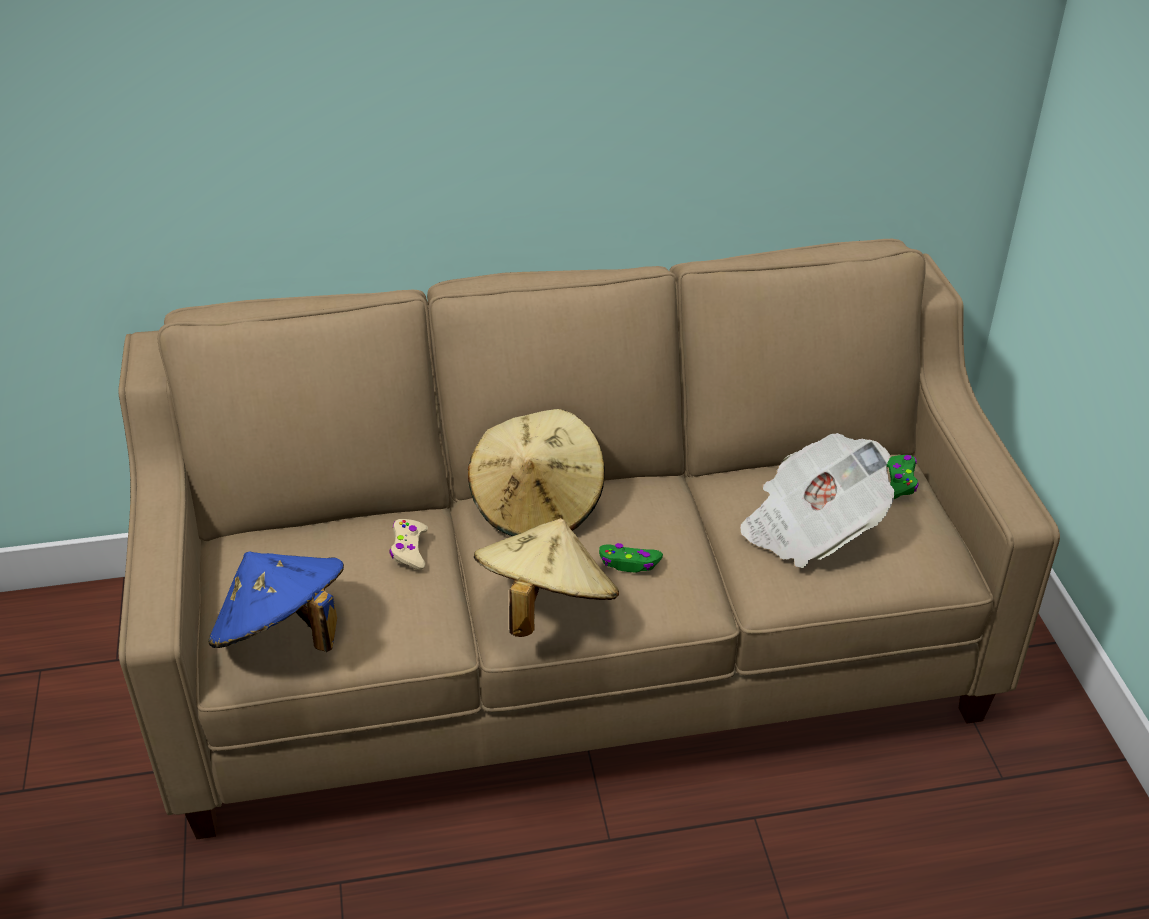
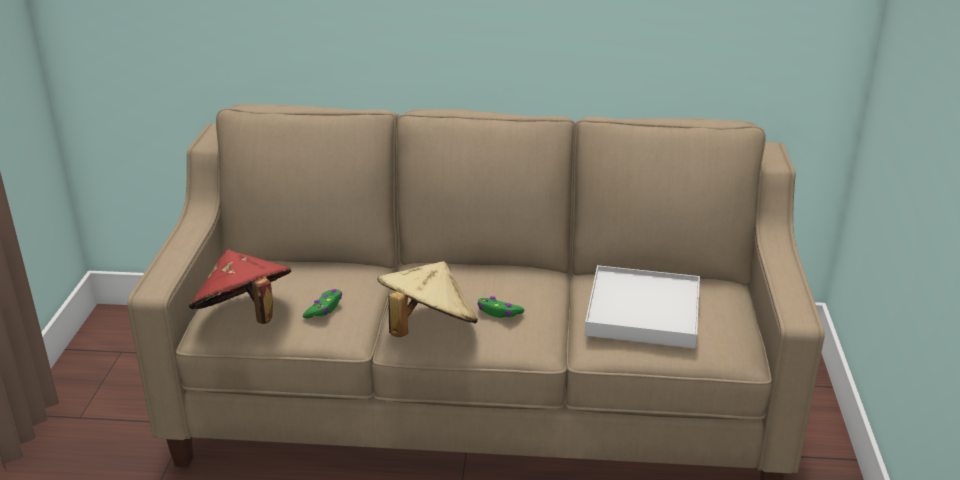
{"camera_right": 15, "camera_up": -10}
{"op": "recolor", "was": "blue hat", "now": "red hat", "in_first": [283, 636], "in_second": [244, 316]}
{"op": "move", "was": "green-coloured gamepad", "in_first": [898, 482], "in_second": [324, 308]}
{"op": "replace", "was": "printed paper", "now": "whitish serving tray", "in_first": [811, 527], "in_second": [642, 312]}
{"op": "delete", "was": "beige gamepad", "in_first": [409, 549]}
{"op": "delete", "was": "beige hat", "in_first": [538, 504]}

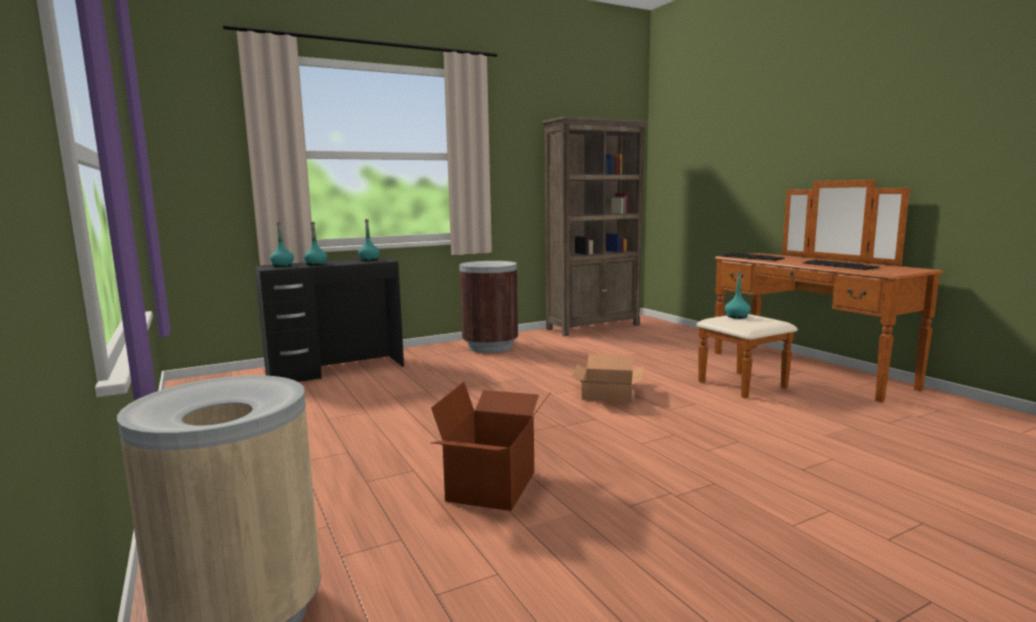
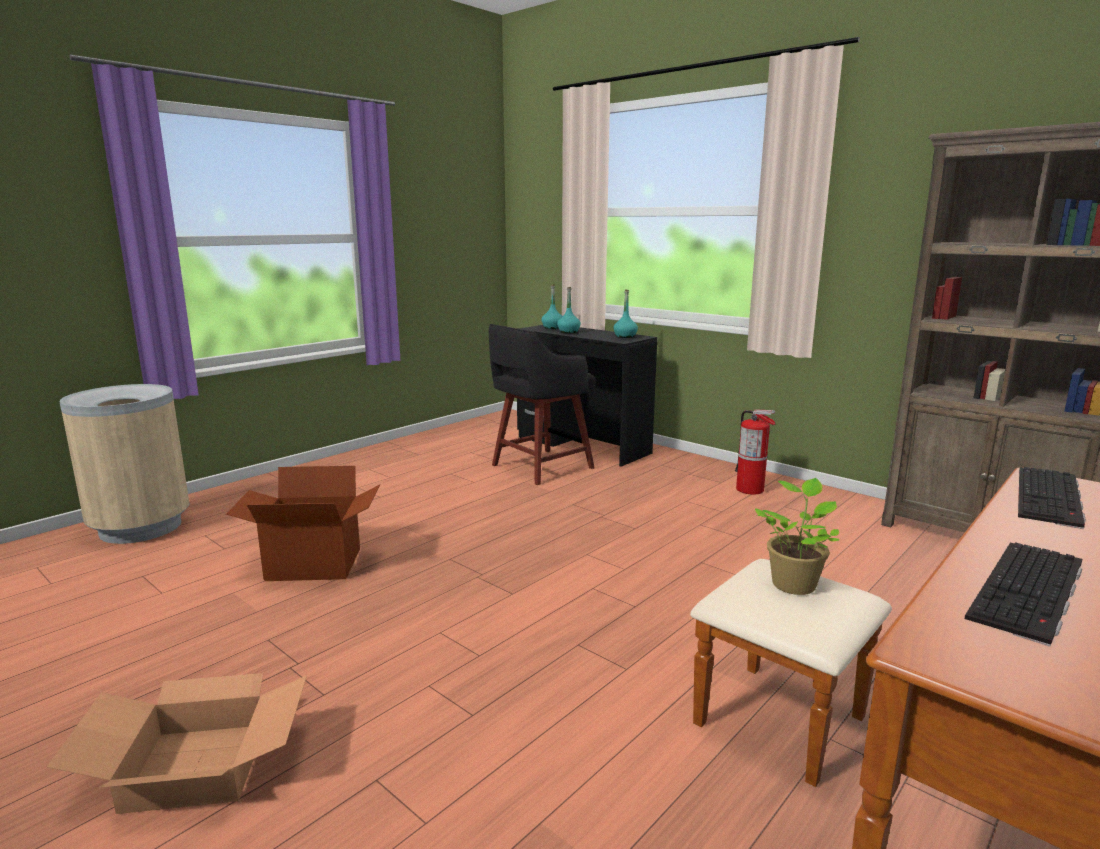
{"camera_right": 70, "camera_up": 5}
{"op": "move", "was": "packing box", "in_first": [608, 393], "in_second": [194, 768]}
{"op": "insert", "now": "black sitting stool", "in_second": [539, 467]}
{"op": "replace", "was": "brown waste bin", "now": "fire extinguisher", "in_first": [490, 347], "in_second": [750, 489]}
{"op": "replace", "was": "blue-green beverage bottle", "now": "potted plant", "in_first": [737, 317], "in_second": [794, 583]}

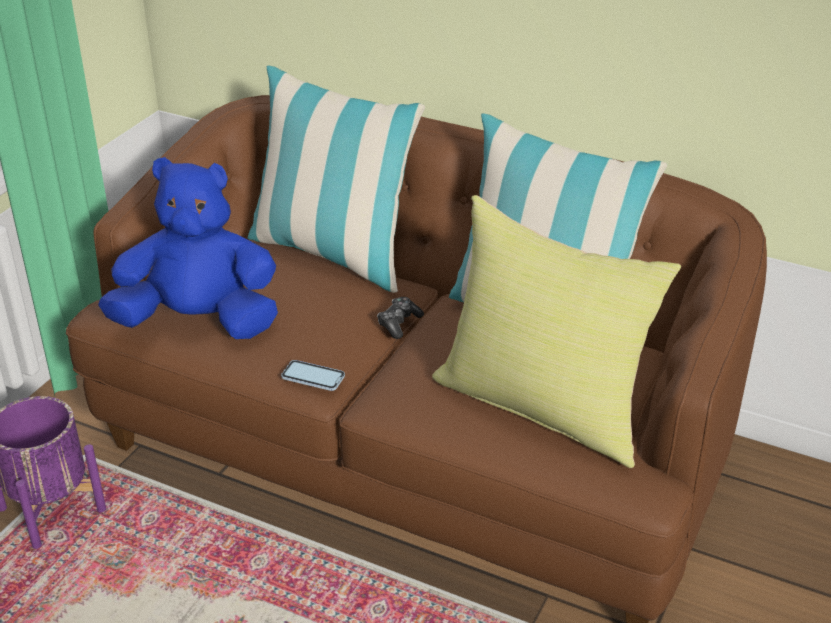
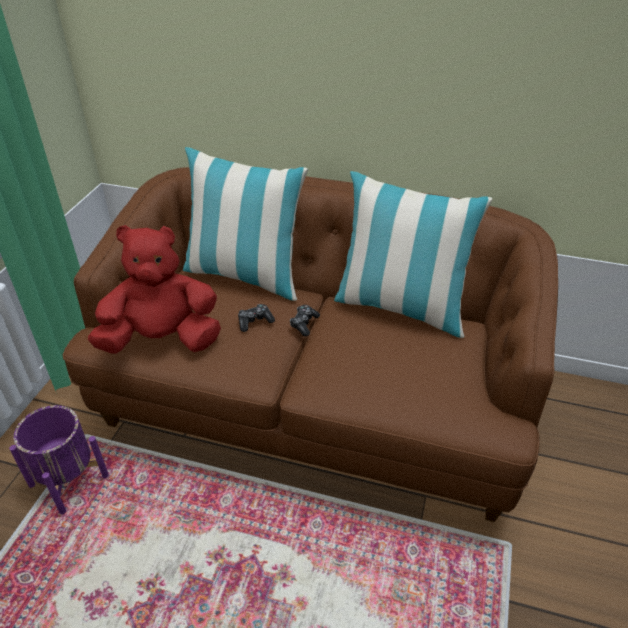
{"camera_right": -10, "camera_up": 5}
{"op": "recolor", "was": "blue soft toy", "now": "red soft toy", "in_first": [199, 322], "in_second": [163, 340]}
{"op": "insert", "now": "gamepad", "in_second": [254, 321]}
{"op": "delete", "was": "telephone", "in_first": [313, 377]}
{"op": "delete", "was": "yellowish pillow", "in_first": [543, 405]}

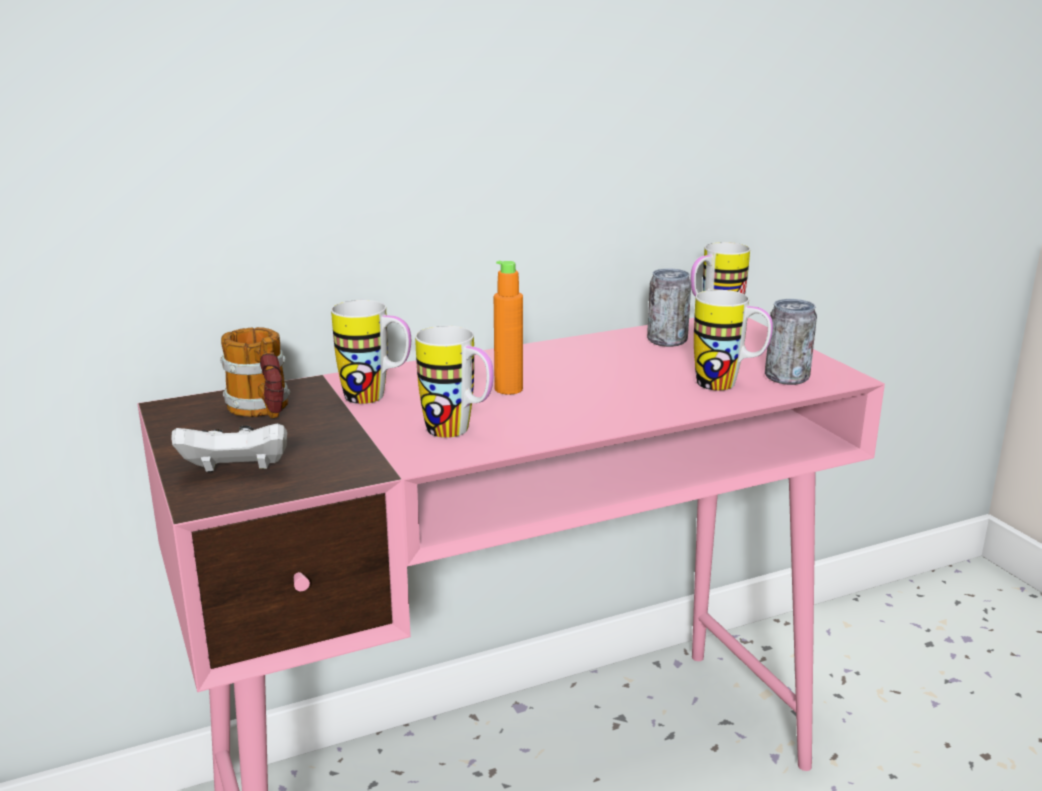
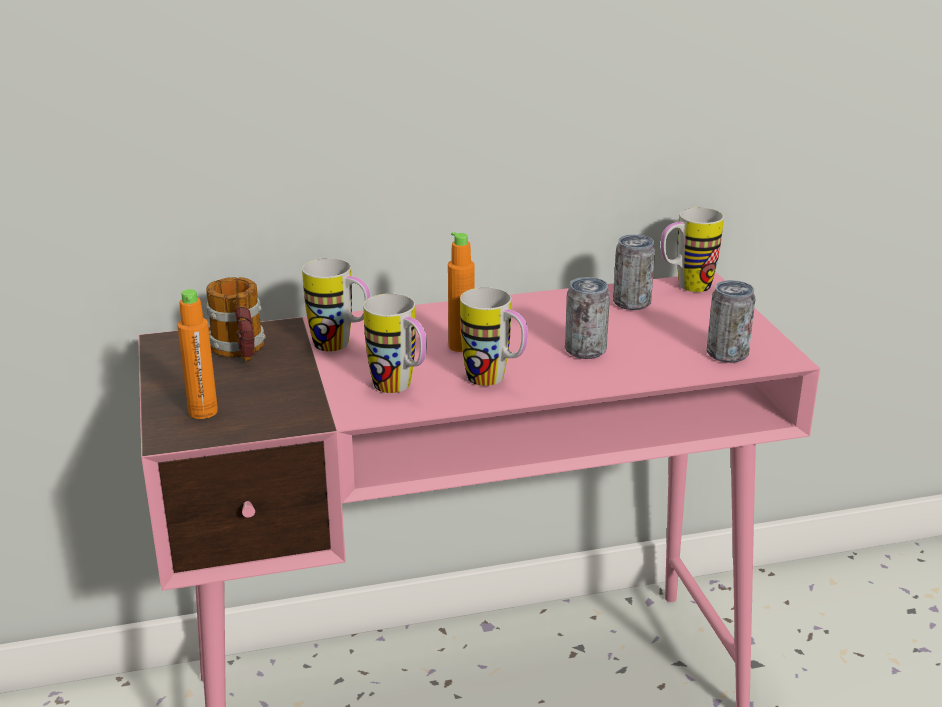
{"camera_right": 10, "camera_up": 5}
{"op": "replace", "was": "whitish gamepad", "now": "orange-coloured beverage bottle", "in_first": [236, 472], "in_second": [203, 412]}
{"op": "move", "was": "coffee mug", "in_first": [728, 386], "in_second": [495, 381]}
{"op": "insert", "now": "sealed can", "in_second": [585, 350]}

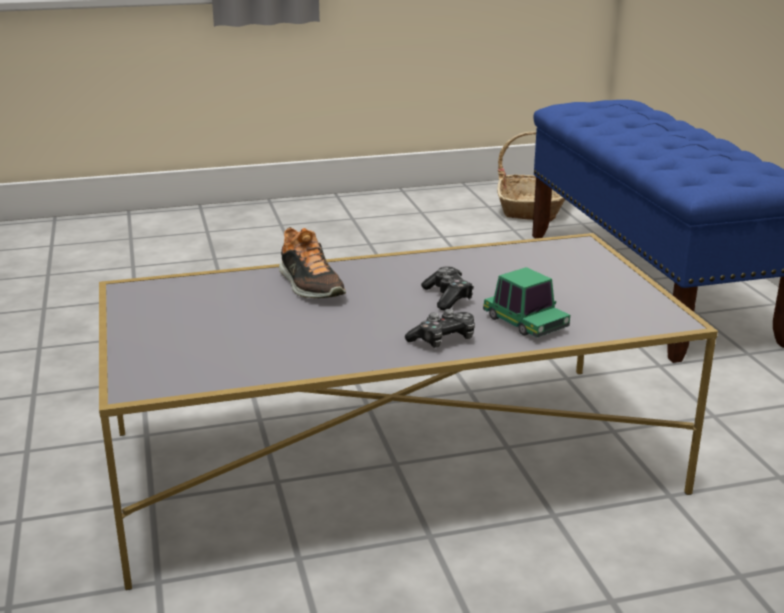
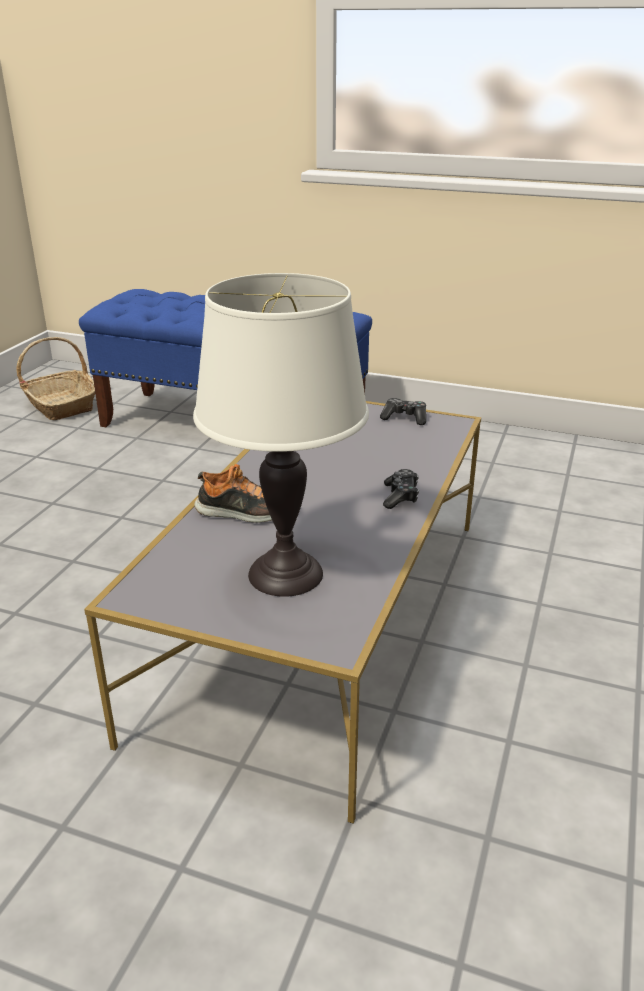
{"camera_right": -55, "camera_up": 5}
{"op": "insert", "now": "whitish lamp for a table", "in_second": [285, 574]}
{"op": "move", "was": "gamepad", "in_first": [448, 297], "in_second": [404, 418]}
{"op": "delete", "was": "toy car", "in_first": [524, 323]}

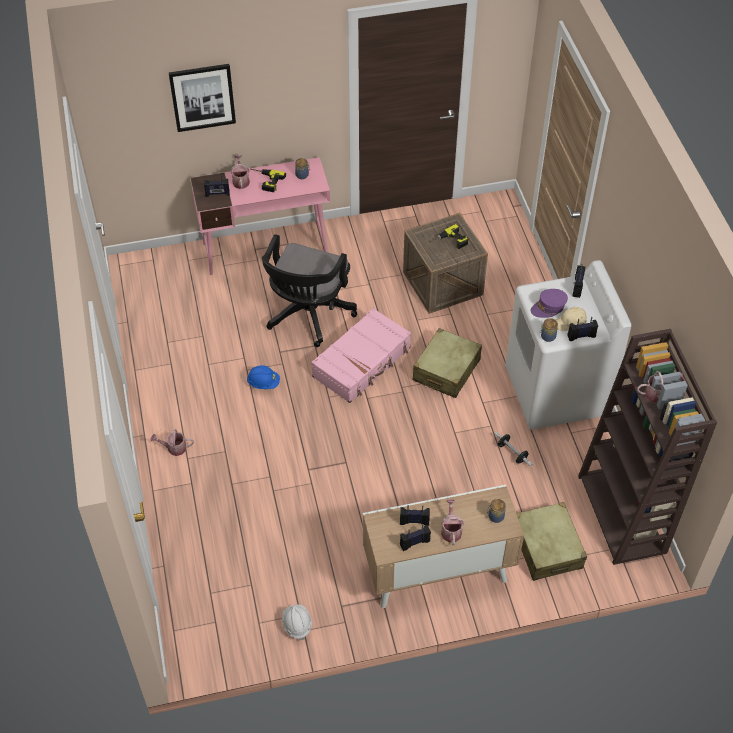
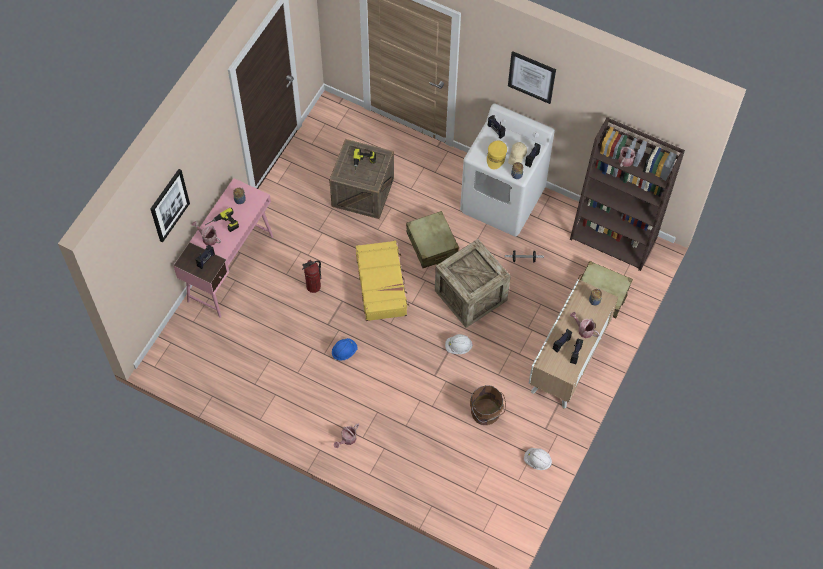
{"camera_right": -50, "camera_up": 10}
{"op": "replace", "was": "black computer chair", "now": "fire extinguisher", "in_first": [307, 315], "in_second": [313, 287]}
{"op": "recolor", "was": "pink-coloured suitcase", "now": "yellowish suitcase", "in_first": [362, 362], "in_second": [382, 285]}
{"op": "insert", "now": "shipping crate", "in_second": [470, 295]}
{"op": "insert", "now": "whitish safety helmet", "in_second": [458, 347]}
{"op": "insert", "now": "brown water bucket", "in_second": [485, 413]}
{"op": "recolor", "was": "purple baseball cap", "now": "yellowish baseball cap", "in_first": [548, 307], "in_second": [496, 157]}
{"op": "insert", "now": "picture", "in_second": [531, 77]}

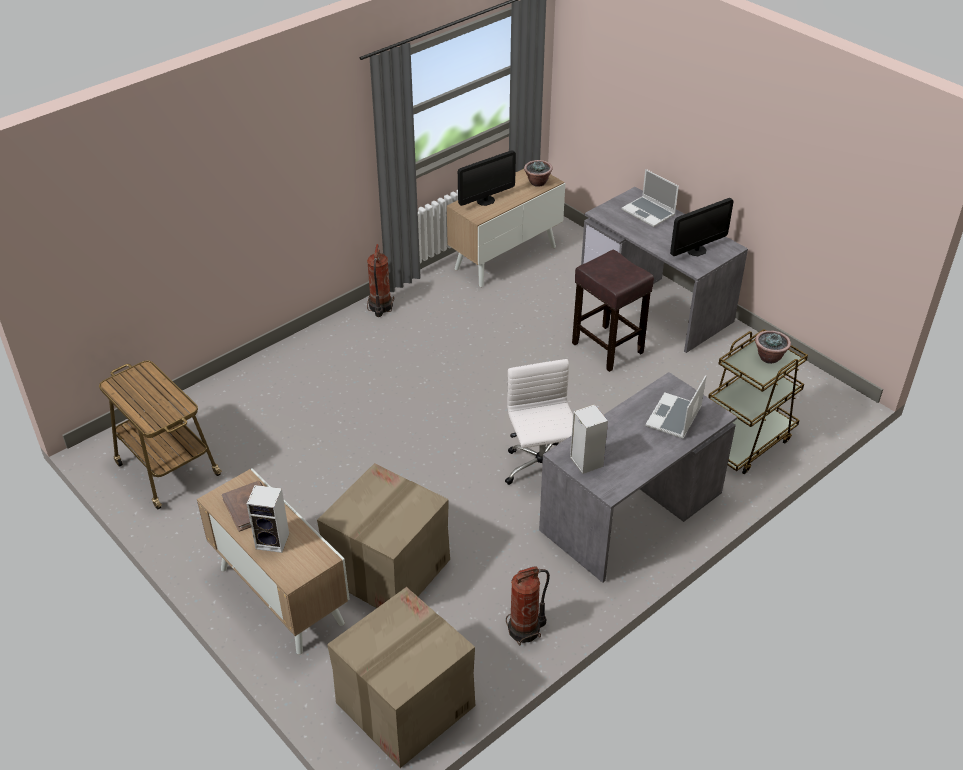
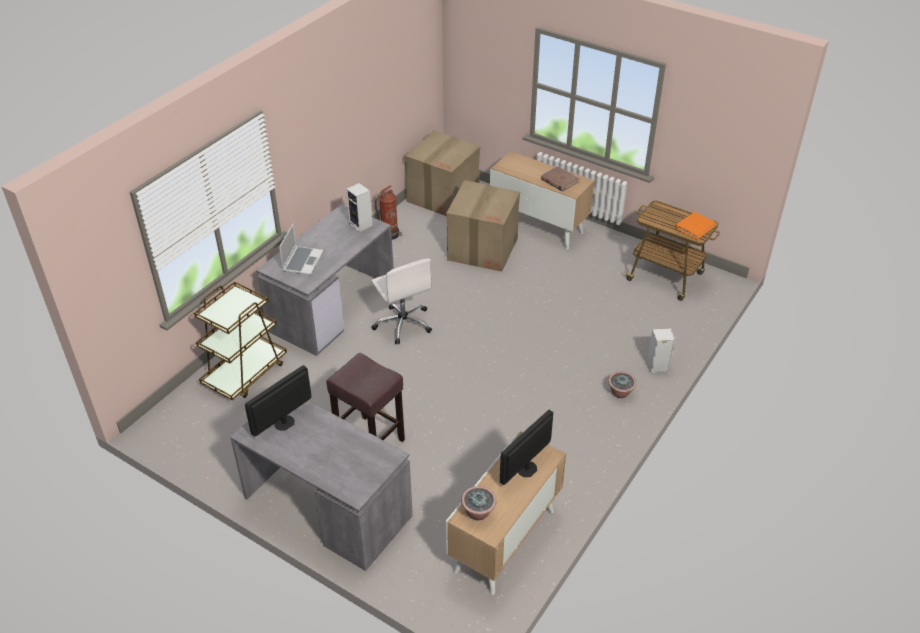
{"camera_right": 165, "camera_up": 0}
{"op": "move", "was": "potted plant", "in_first": [769, 357], "in_second": [620, 393]}
{"op": "move", "was": "speaker", "in_first": [274, 541], "in_second": [656, 367]}
{"op": "insert", "now": "orange-coloured volume", "in_second": [694, 227]}
{"op": "delete", "was": "fire extinguisher", "in_first": [380, 307]}
{"op": "delete", "was": "portable computer", "in_first": [649, 212]}

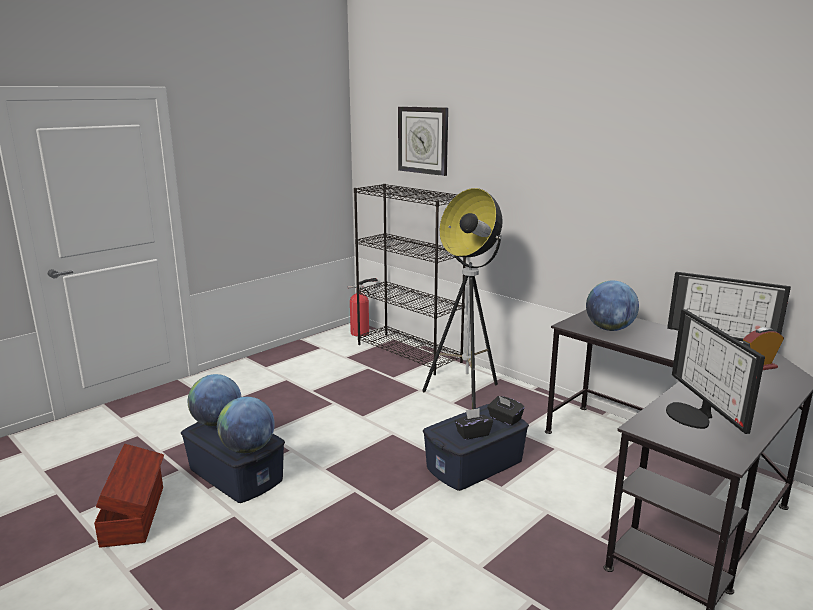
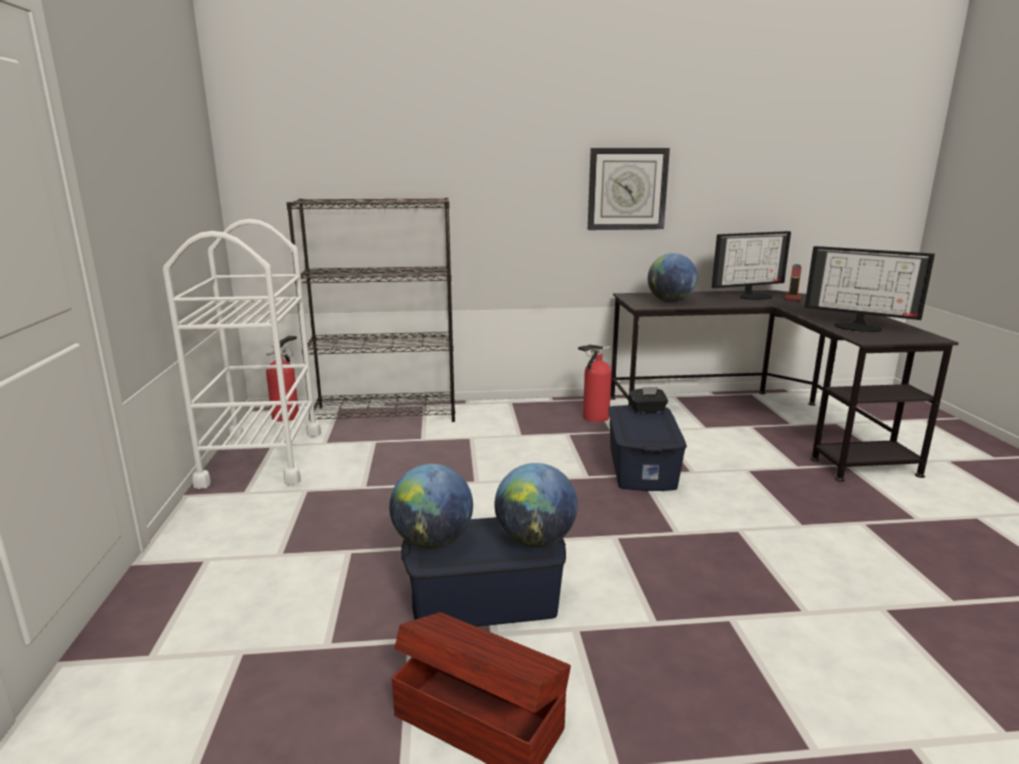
{"camera_right": -50, "camera_up": 0}
{"op": "insert", "now": "whitish trolley", "in_second": [262, 458]}
{"op": "insert", "now": "fire extinguisher", "in_second": [593, 418]}
{"op": "move", "was": "hanging clock", "in_first": [423, 140], "in_second": [627, 189]}
{"op": "delete", "was": "floor lamp", "in_first": [466, 397]}
{"op": "delete", "was": "black tissue box", "in_first": [473, 434]}

